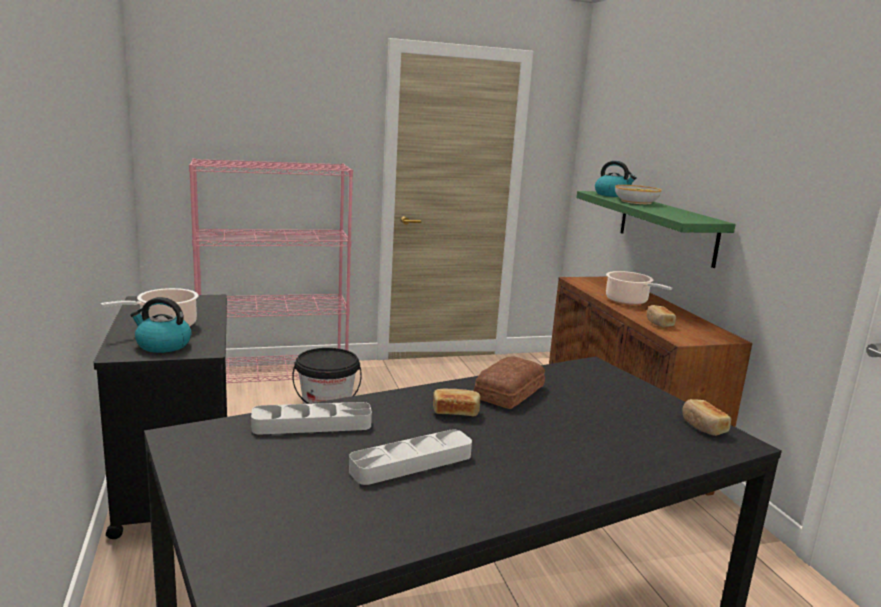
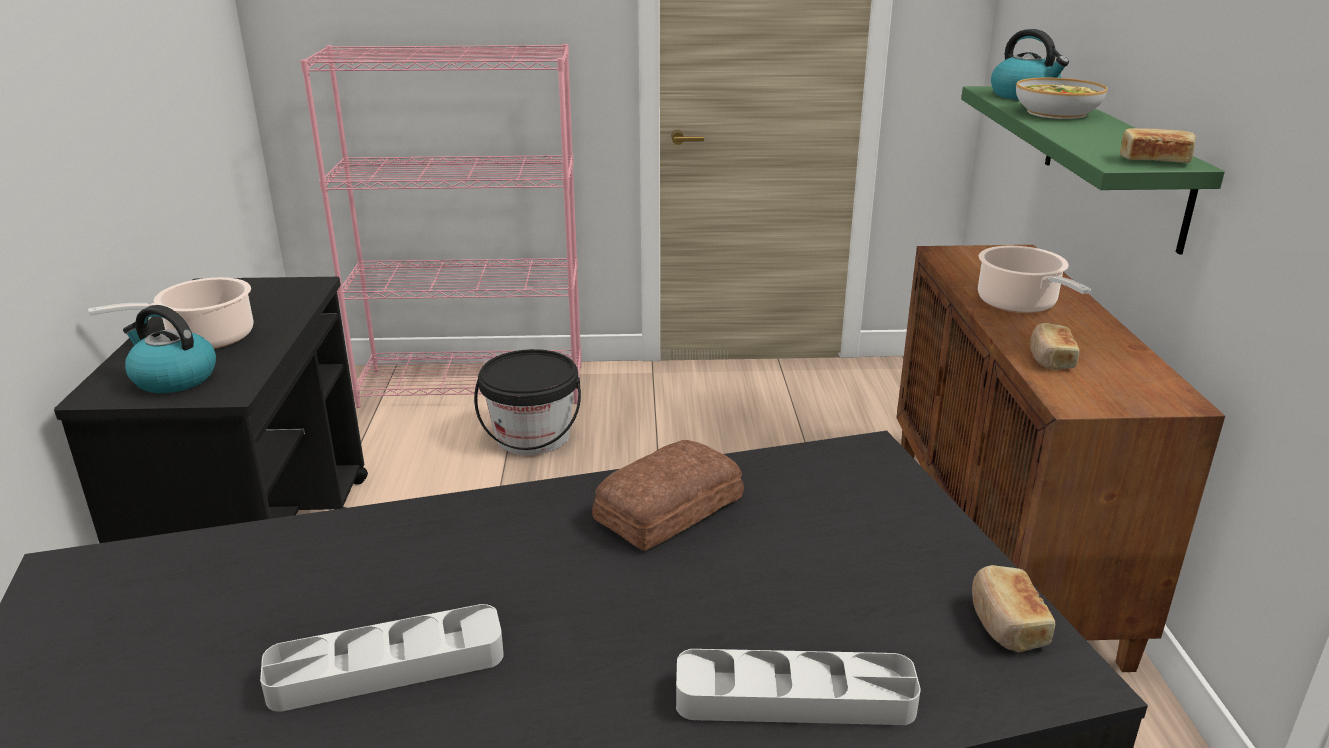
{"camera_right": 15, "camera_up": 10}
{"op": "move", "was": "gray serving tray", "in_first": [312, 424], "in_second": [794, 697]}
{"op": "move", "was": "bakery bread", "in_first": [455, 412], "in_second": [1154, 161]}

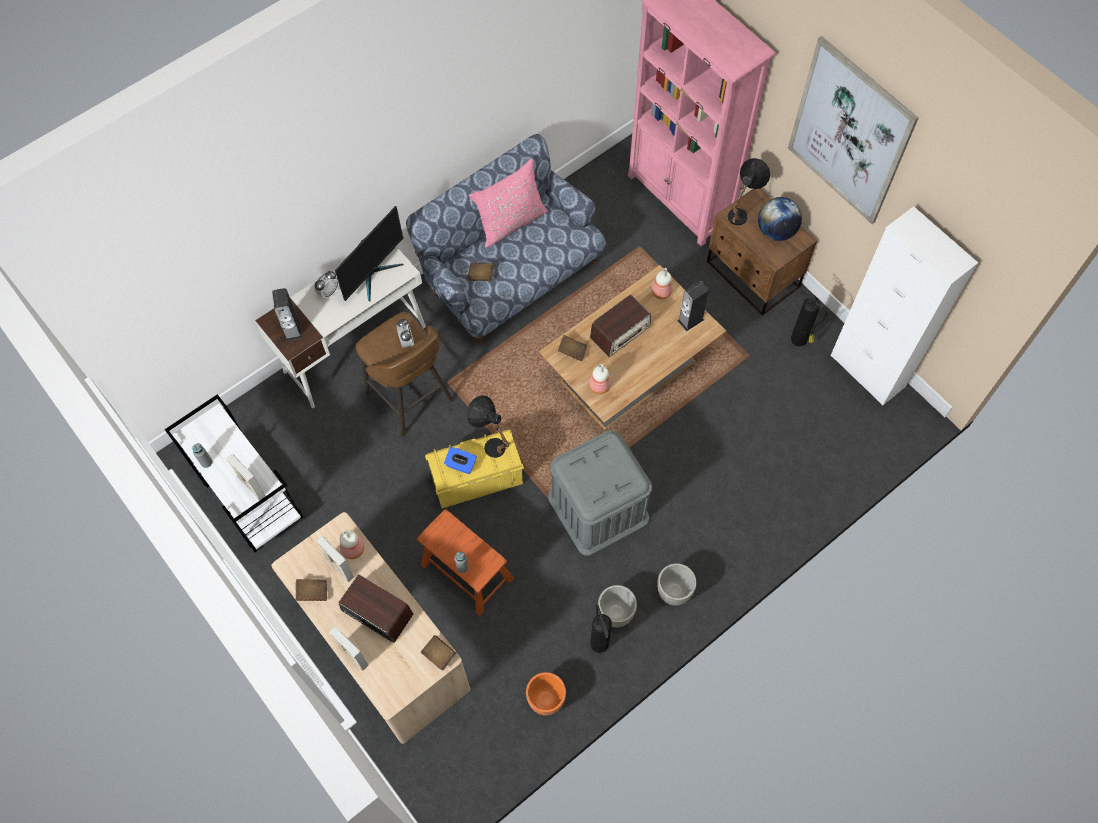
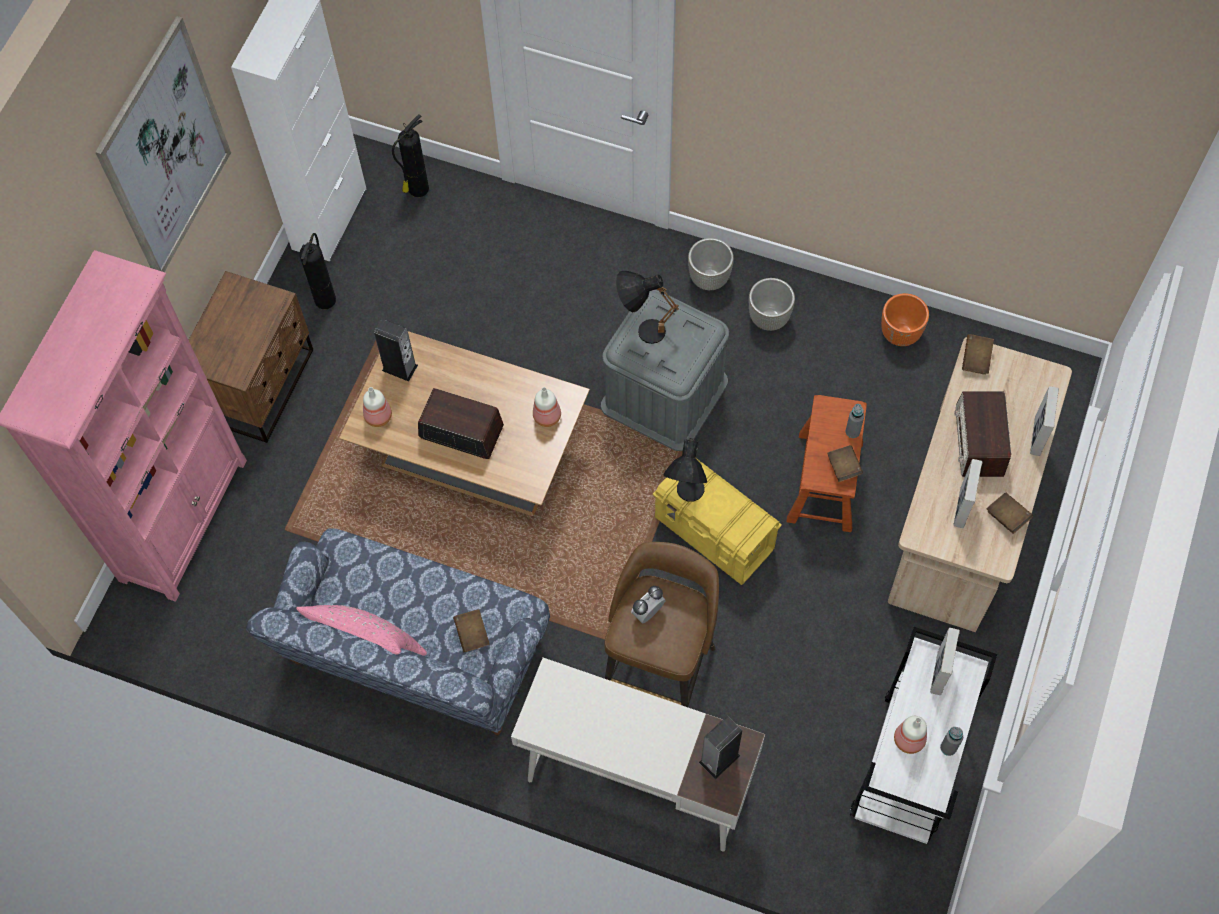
{"camera_right": -120, "camera_up": 0}
{"op": "move", "was": "fire extinguisher", "in_first": [599, 642], "in_second": [417, 189]}
{"op": "move", "was": "black lamp for a table", "in_first": [742, 212], "in_second": [641, 330]}
{"op": "move", "was": "brown volume", "in_first": [572, 351], "in_second": [843, 467]}
{"op": "move", "was": "beverage bottle", "in_first": [352, 549], "in_second": [910, 739]}
{"op": "delete", "was": "alarm clock", "in_first": [329, 292]}
{"op": "delete", "was": "monitor", "in_first": [374, 274]}
{"op": "delete", "was": "blue tissue box", "in_first": [461, 465]}
{"op": "delete", "was": "desk globe", "in_first": [776, 231]}

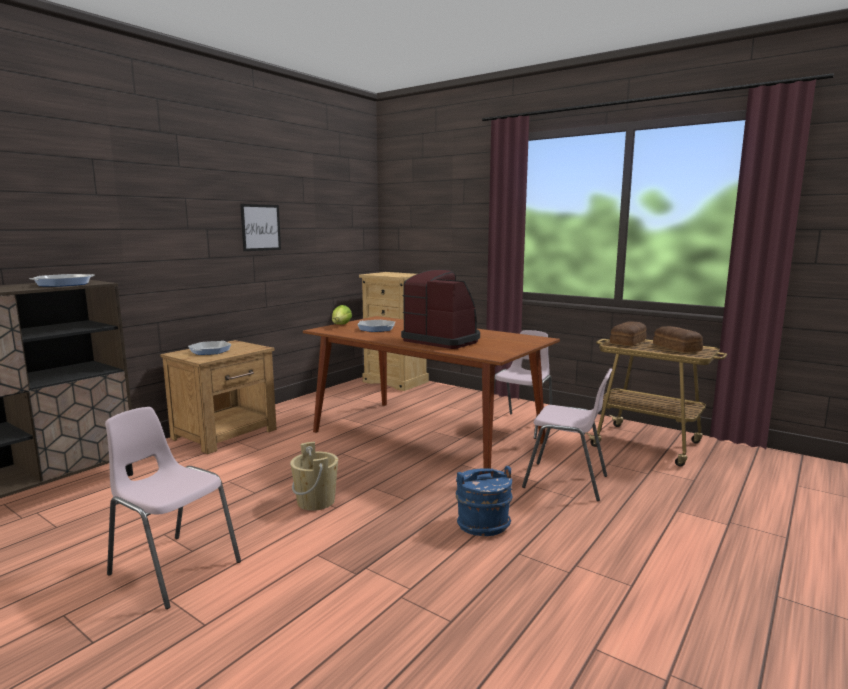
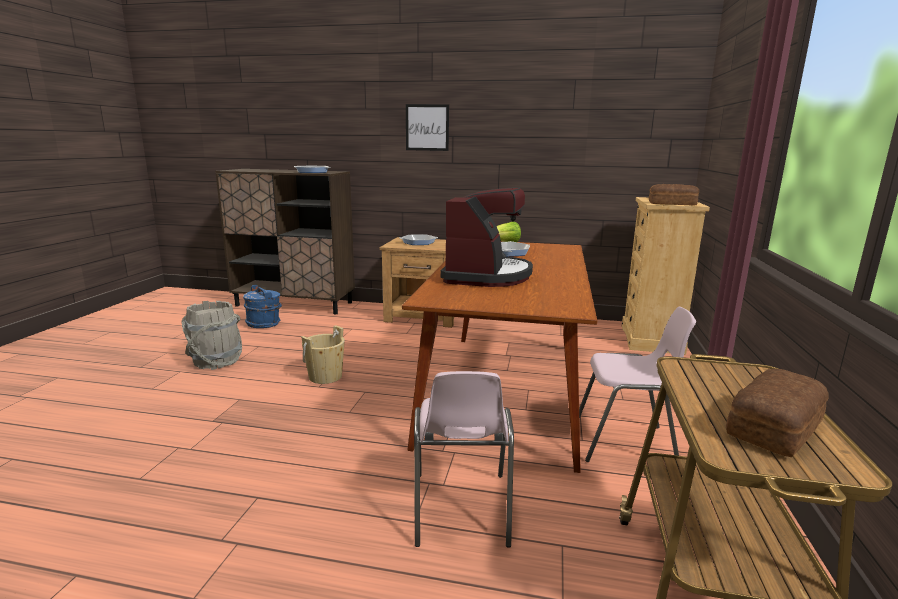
{"camera_right": 65, "camera_up": 5}
{"op": "replace", "was": "pink-coloured chair", "now": "gray water bucket", "in_first": [174, 568], "in_second": [216, 361]}
{"op": "move", "was": "blue water bucket", "in_first": [483, 524], "in_second": [264, 324]}
{"op": "move", "was": "picture", "in_first": [260, 227], "in_second": [427, 127]}
{"op": "move", "was": "bakery bread", "in_first": [629, 341], "in_second": [673, 204]}

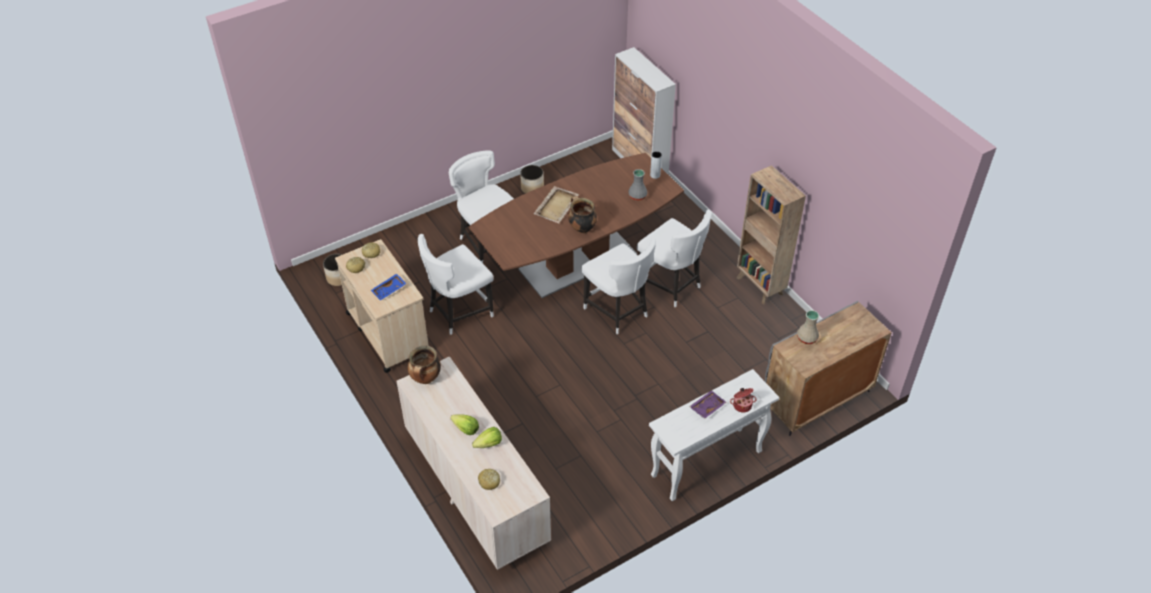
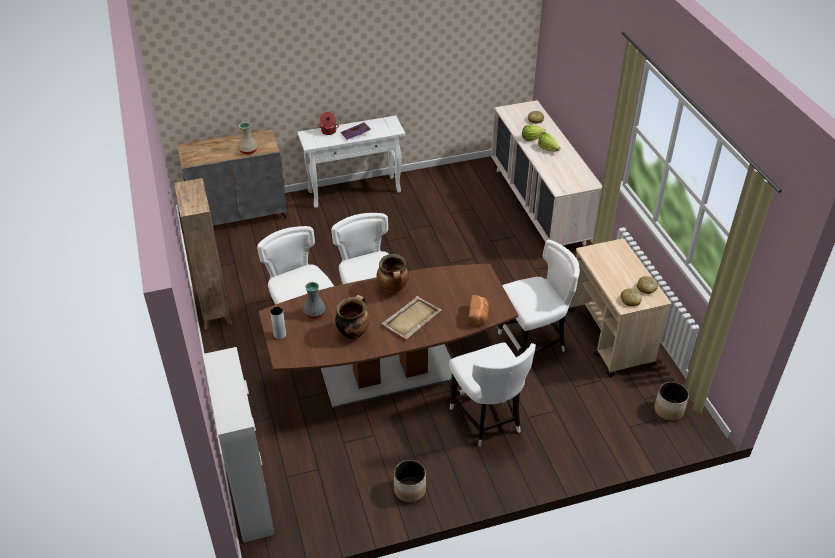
{"camera_right": -165, "camera_up": -5}
{"op": "move", "was": "saucepot", "in_first": [426, 379], "in_second": [353, 332]}
{"op": "insert", "now": "bakery bread", "in_second": [478, 317]}
{"op": "delete", "was": "blue serving tray", "in_first": [389, 290]}

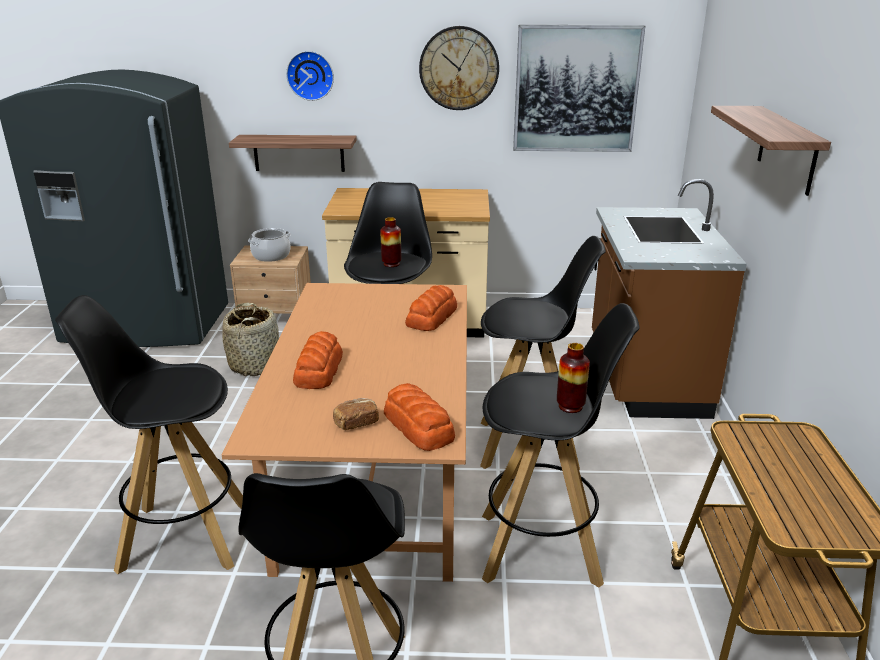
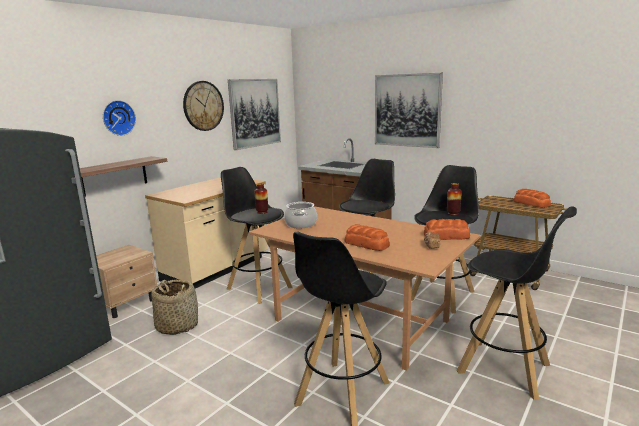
{"camera_right": -55, "camera_up": -10}
{"op": "move", "was": "saucepot", "in_first": [271, 256], "in_second": [300, 224]}
{"op": "replace", "was": "wall shelf", "now": "picture", "in_first": [787, 149], "in_second": [407, 110]}
{"op": "move", "was": "bakery bread", "in_first": [432, 317], "in_second": [531, 203]}

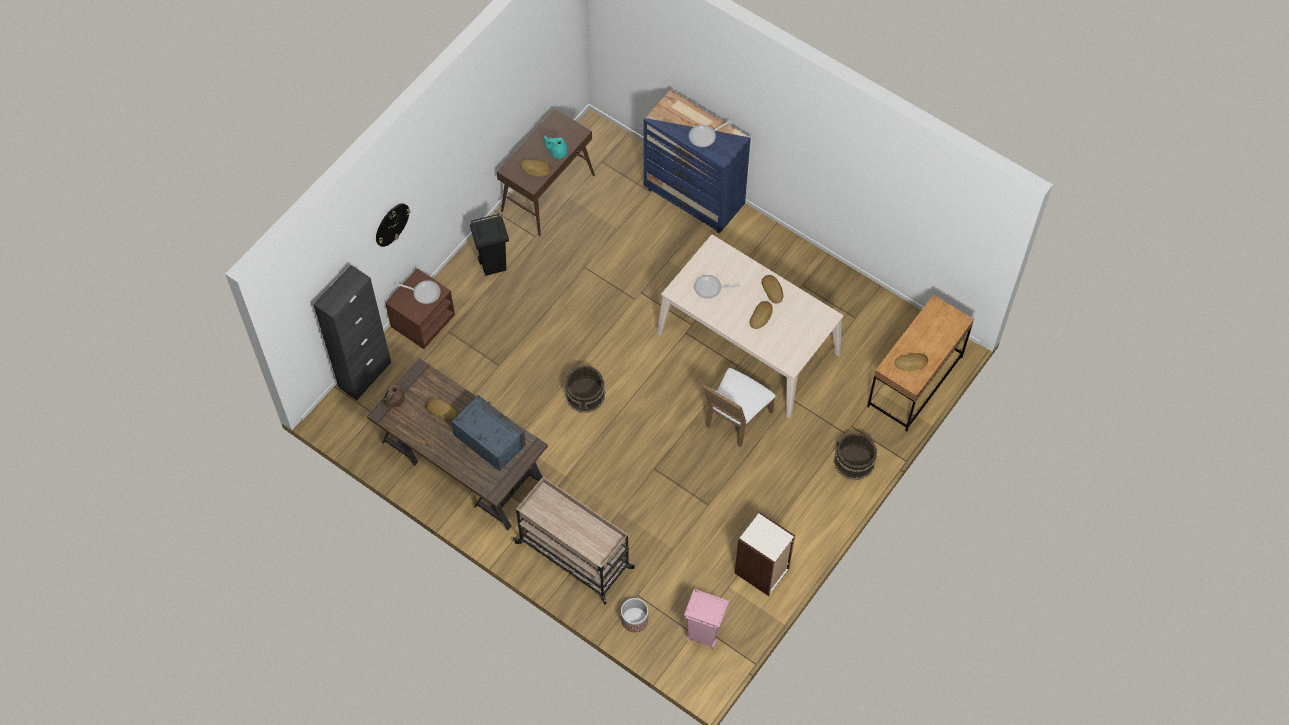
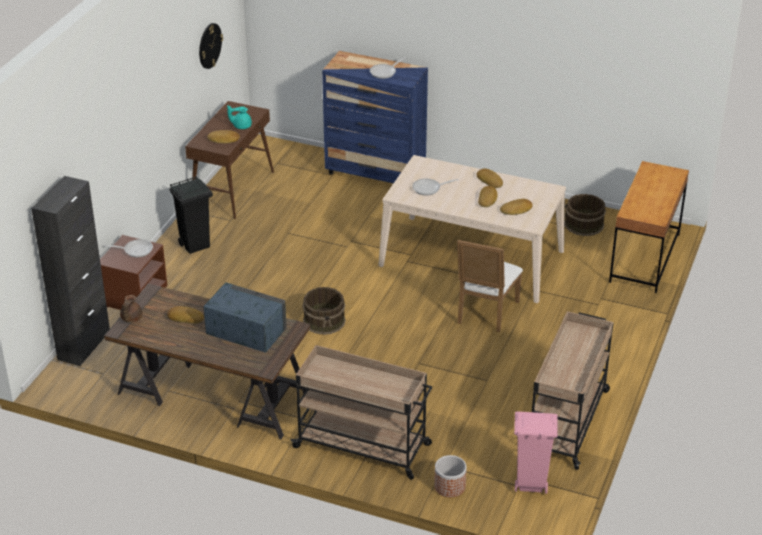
{"camera_right": -15, "camera_up": -25}
{"op": "move", "was": "hanging clock", "in_first": [391, 224], "in_second": [209, 45]}
{"op": "move", "was": "bakery bread", "in_first": [911, 363], "in_second": [516, 209]}
{"op": "replace", "was": "bookcase", "now": "beige trolley", "in_first": [762, 571], "in_second": [567, 421]}
{"op": "move", "was": "brown water bucket", "in_first": [853, 461], "in_second": [584, 225]}

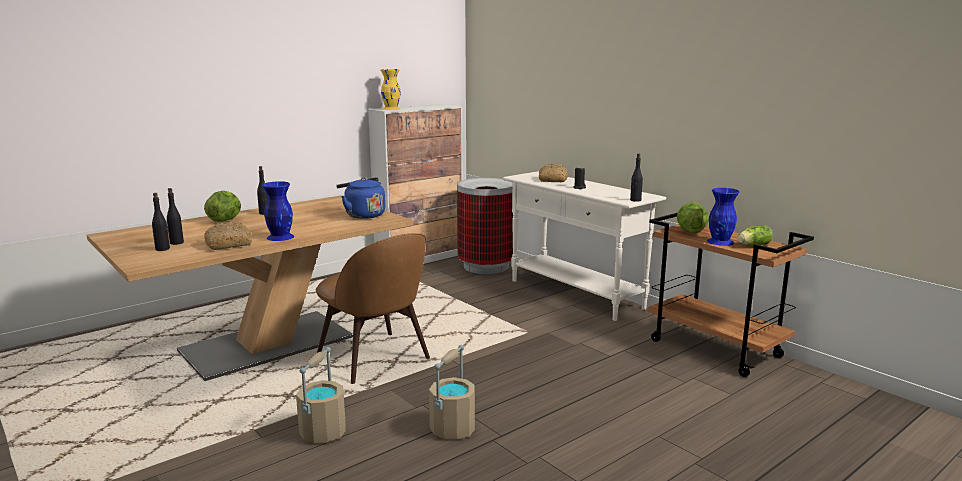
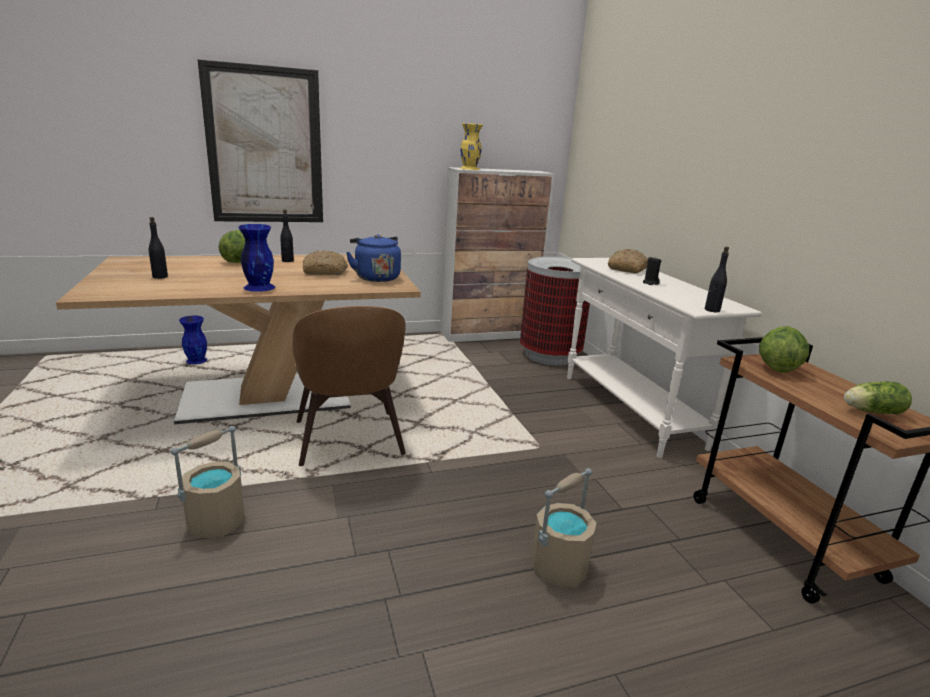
{"camera_right": 20, "camera_up": 5}
{"op": "move", "was": "blue decorative vase", "in_first": [720, 241], "in_second": [197, 361]}
{"op": "insert", "now": "picture", "in_second": [265, 147]}
{"op": "move", "was": "bakery bread", "in_first": [229, 244], "in_second": [325, 271]}
{"op": "move", "was": "beige water bucket", "in_first": [453, 428], "in_second": [559, 567]}
{"op": "delete", "was": "black beverage bottle", "in_first": [163, 249]}

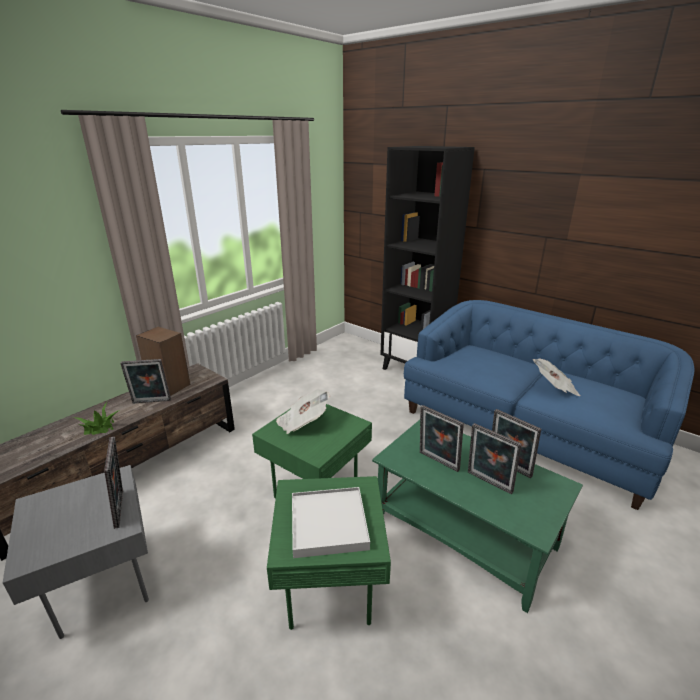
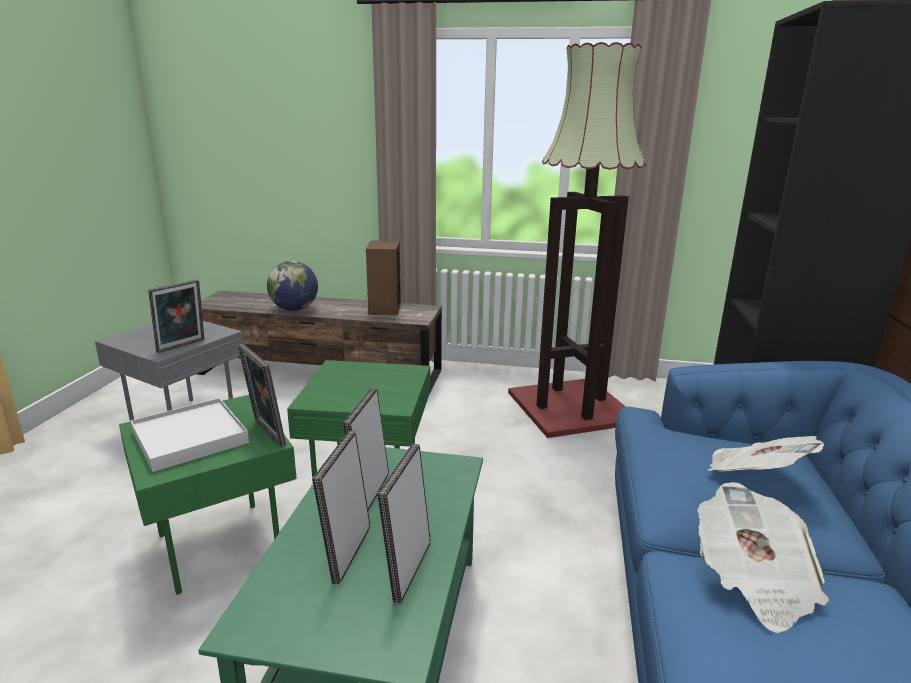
{"camera_right": 60, "camera_up": -5}
{"op": "move", "was": "standing frame", "in_first": [151, 402], "in_second": [266, 434]}
{"op": "replace", "was": "potted plant", "now": "desk globe", "in_first": [99, 427], "in_second": [294, 309]}
{"op": "insert", "now": "floor lamp", "in_second": [571, 406]}
{"op": "move", "was": "printed paper", "in_first": [303, 422], "in_second": [754, 476]}

